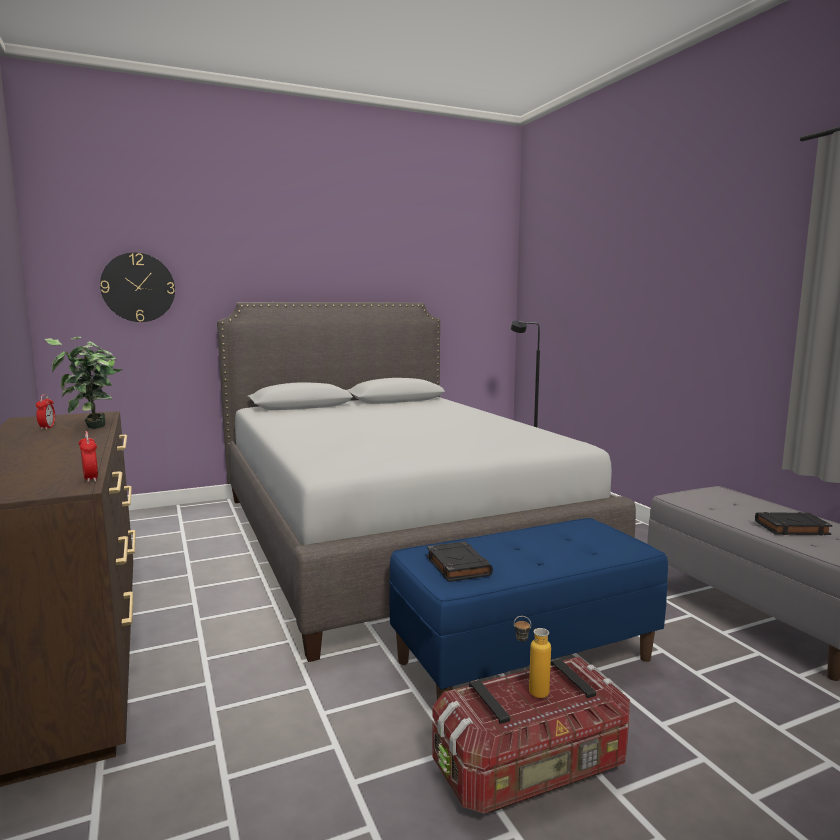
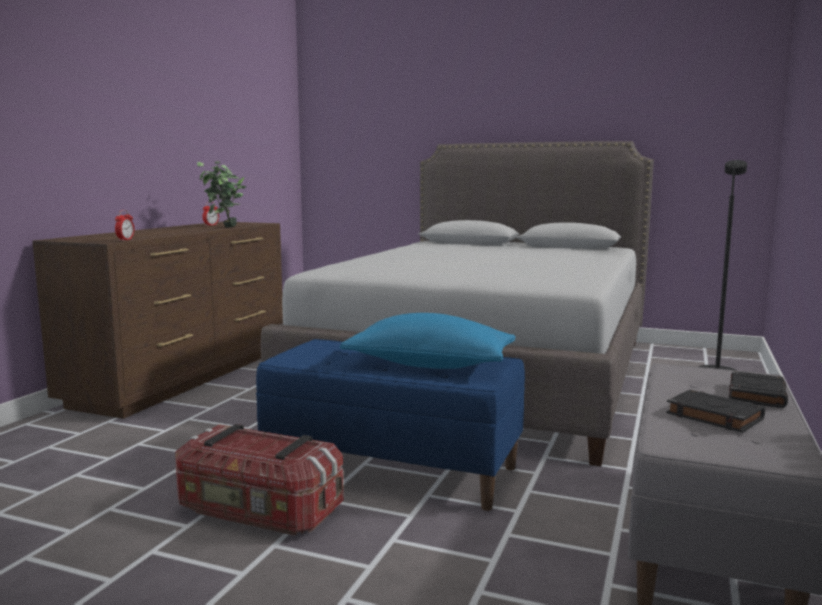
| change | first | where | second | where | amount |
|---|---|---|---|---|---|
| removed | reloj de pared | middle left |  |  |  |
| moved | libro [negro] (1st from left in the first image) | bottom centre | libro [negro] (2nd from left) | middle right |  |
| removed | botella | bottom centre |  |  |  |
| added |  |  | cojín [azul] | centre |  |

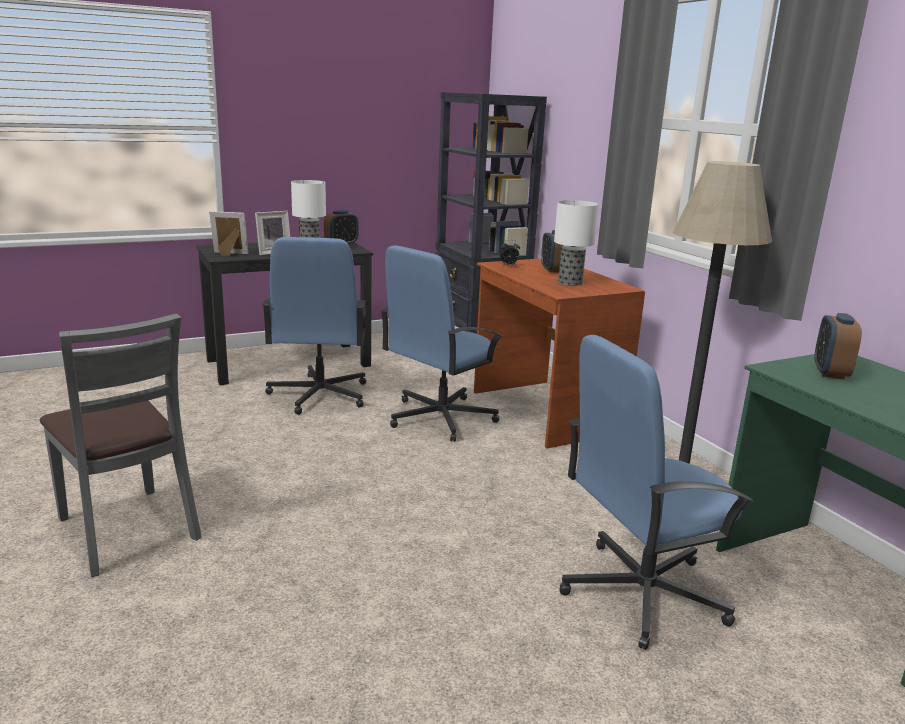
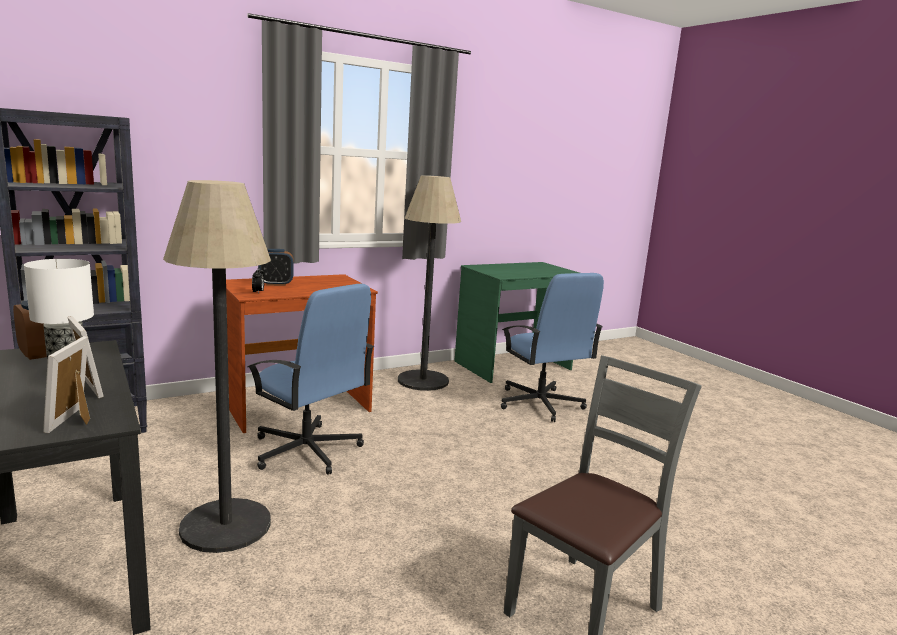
| change | first | where | second | where | amount |
|---|---|---|---|---|---|
| replaced | silla de oficina [azul] (1st from left) | centre | lámpara de pie (1st from left) | middle left |  |
| removed | lámpara de mesa (2nd from left) | centre |  |  |  |
| removed | despertador (4th from left) | middle right |  |  |  |

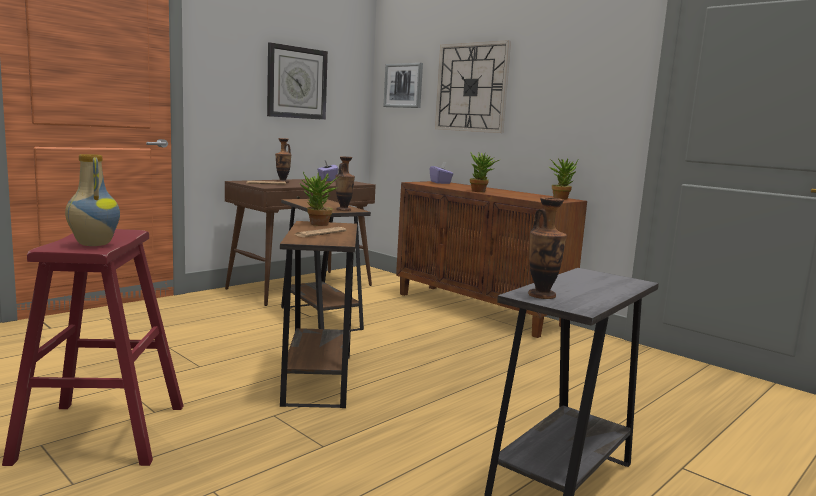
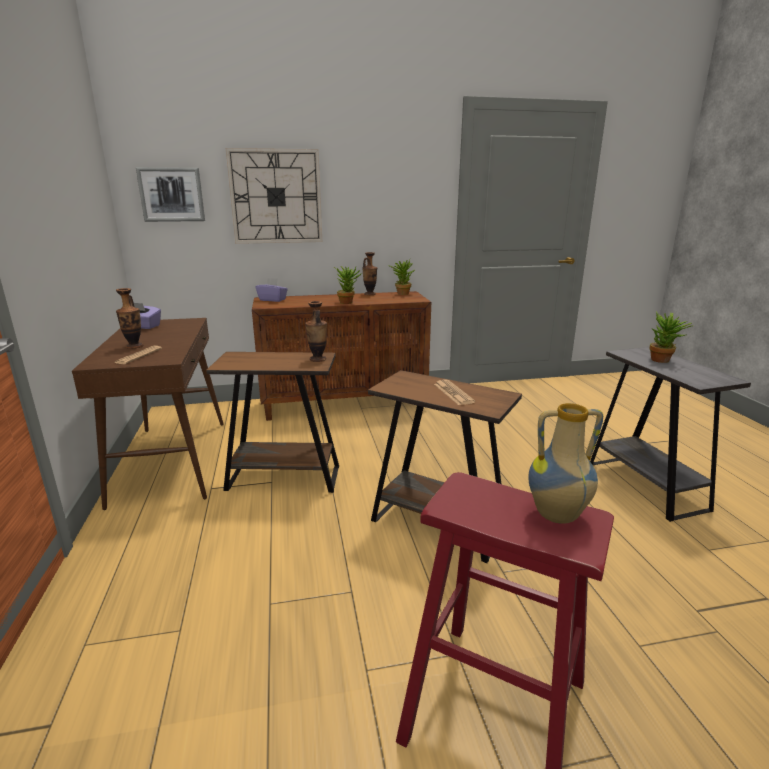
| change | first | where | second | where | amount |
|---|---|---|---|---|---|
| removed | reloj de pared (1st from left) | top centre |  |  |  |
| moved | planta en maceta (1st from left in the first image) | centre | planta en maceta (3rd from left) | middle right |  |
| moved | florero (4th from left in the first image) | middle right | florero (3rd from left) | centre |  |

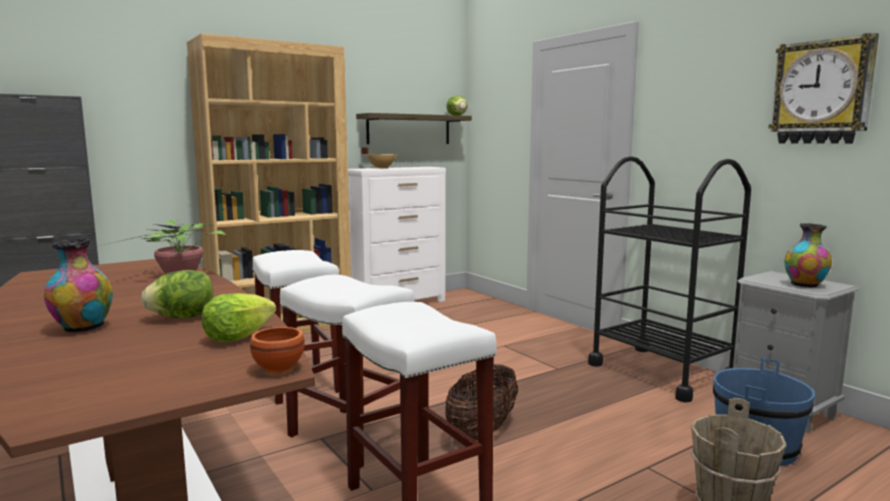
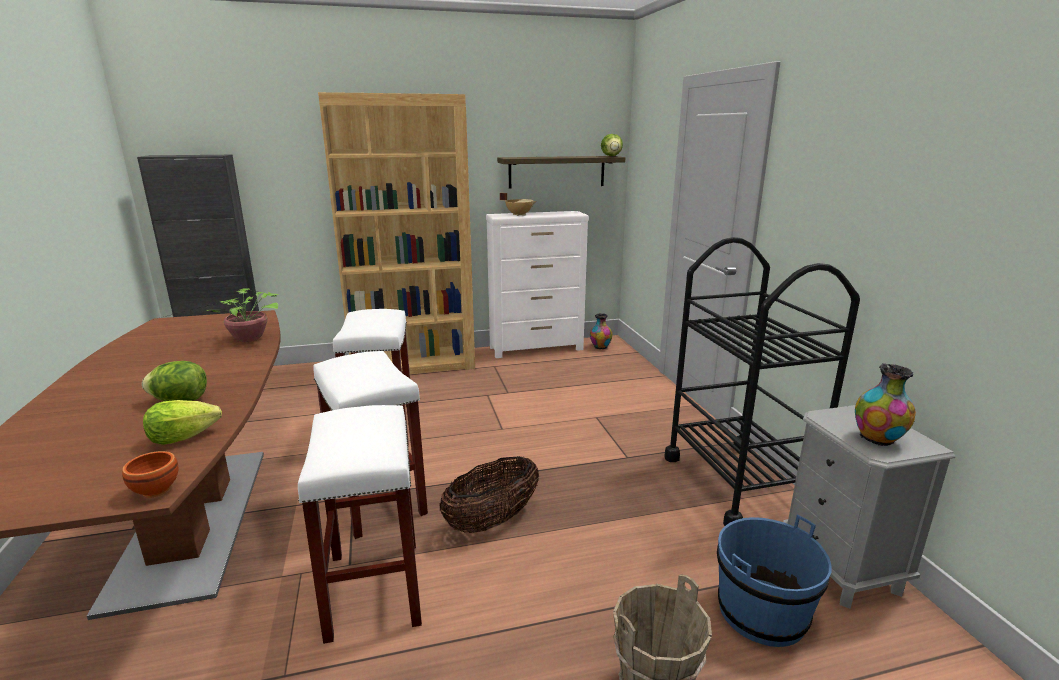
| change | first | where | second | where | amount |
|---|---|---|---|---|---|
| moved | florero (1st from left) | middle left |  | centre |  |
| removed | reloj de pared | top right |  |  |  |

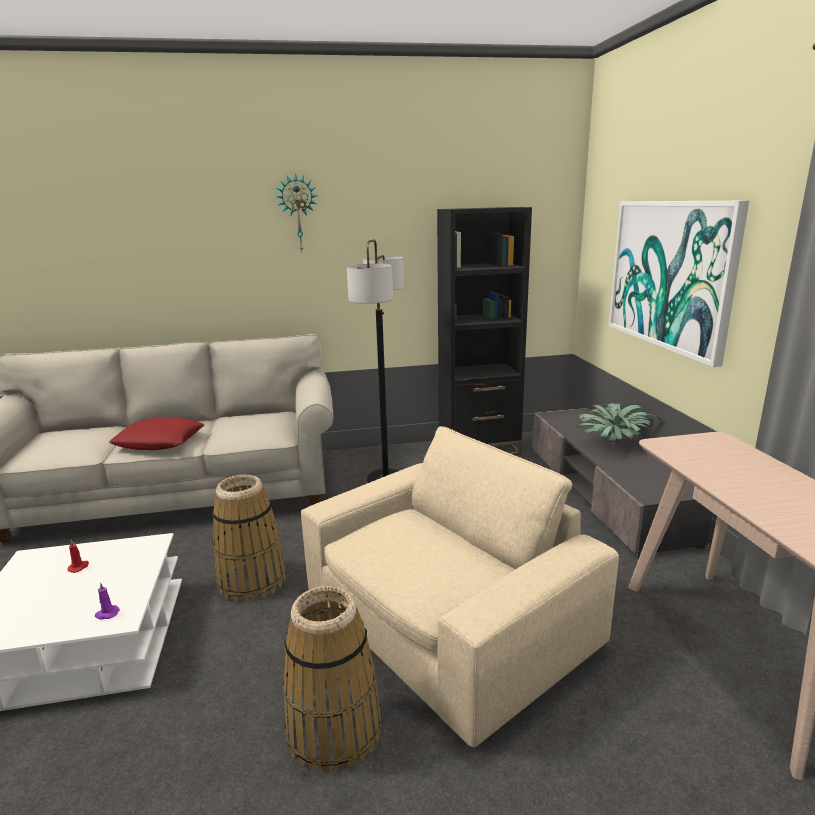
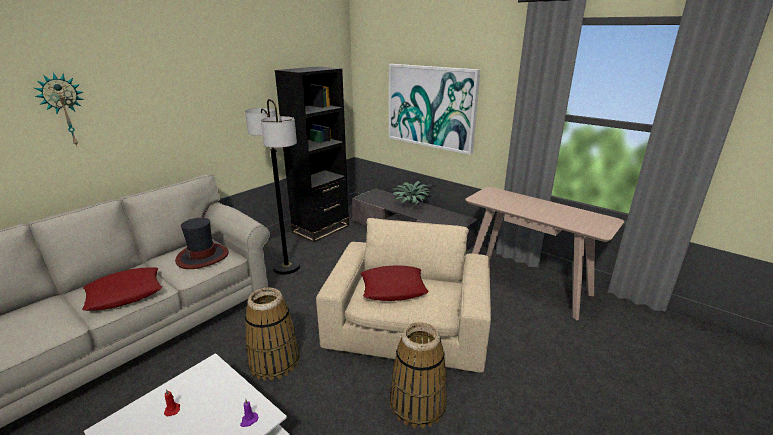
| change | first | where | second | where | amount |
|---|---|---|---|---|---|
| moved | reloj de pared | top centre |  | top left |  |
| added |  |  | sombrero | middle left |  |
| added |  |  | cojín [rojo] (2nd from left) | centre |  |

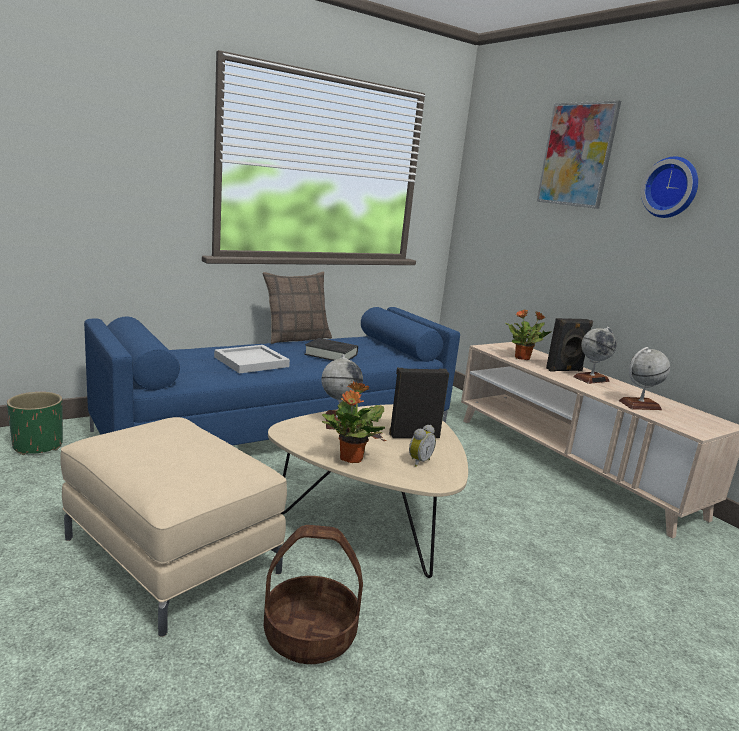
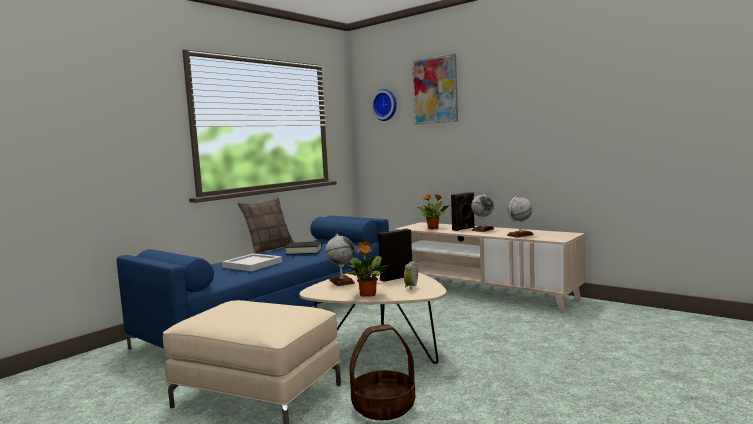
| change | first | where | second | where | amount |
|---|---|---|---|---|---|
| removed | maceta [verde] | middle left |  |  |  |
| moved | reloj de pared | top right |  | top centre |  |

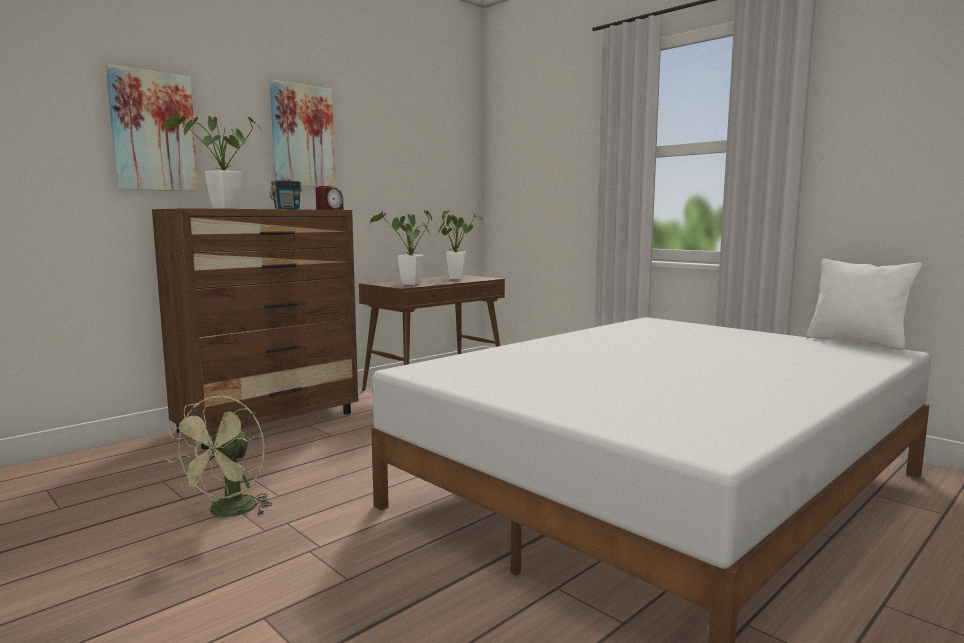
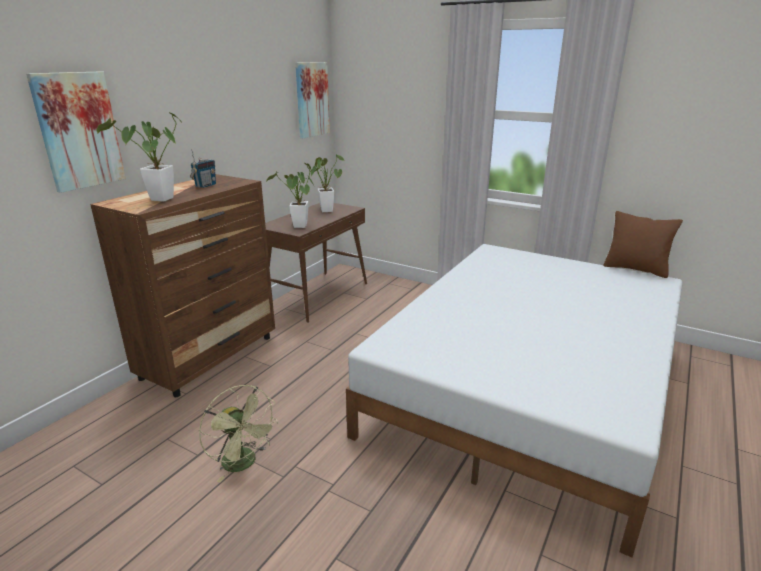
| change | first | where | second | where | amount |
|---|---|---|---|---|---|
| turned | ventilador [verde] | bottom left |  | bottom left | 45 degrees counterclockwise |
| moved | cuadro (2nd from left) | top left |  | top centre |  |
| removed | despertador | top centre |  |  |  |
| recoloured | cojín [blanco] | middle right | cojín [marrón] | middle right |  |

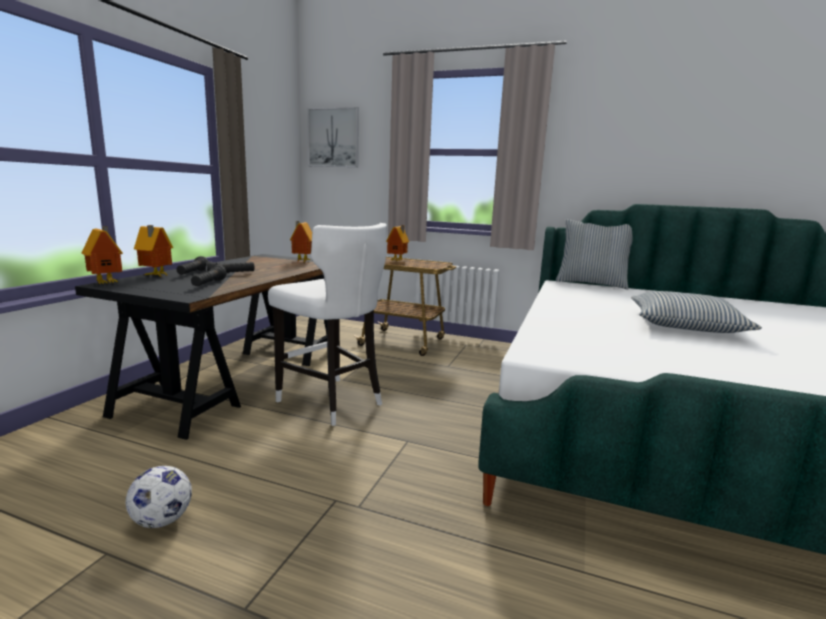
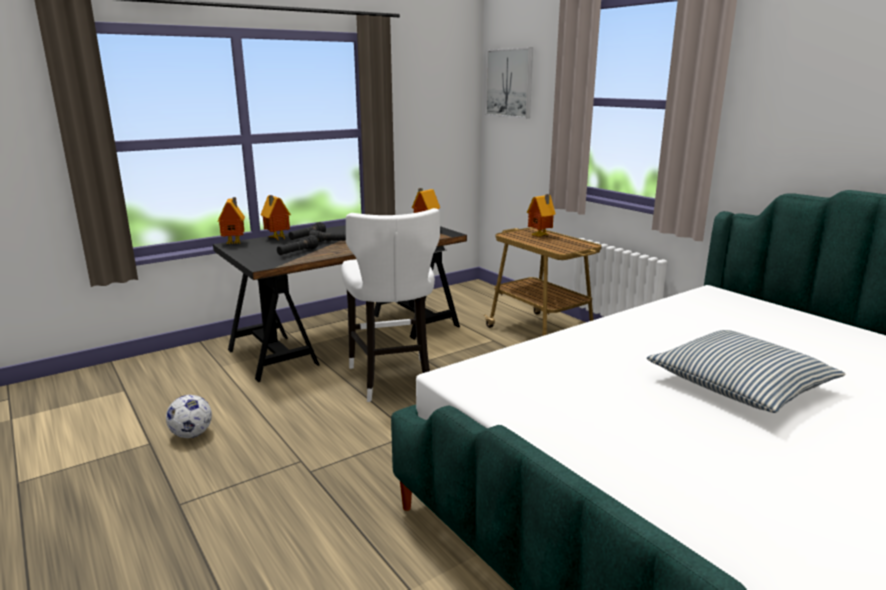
| change | first | where | second | where | amount |
|---|---|---|---|---|---|
| removed | cojín (1st from left) | middle right |  |  |  |

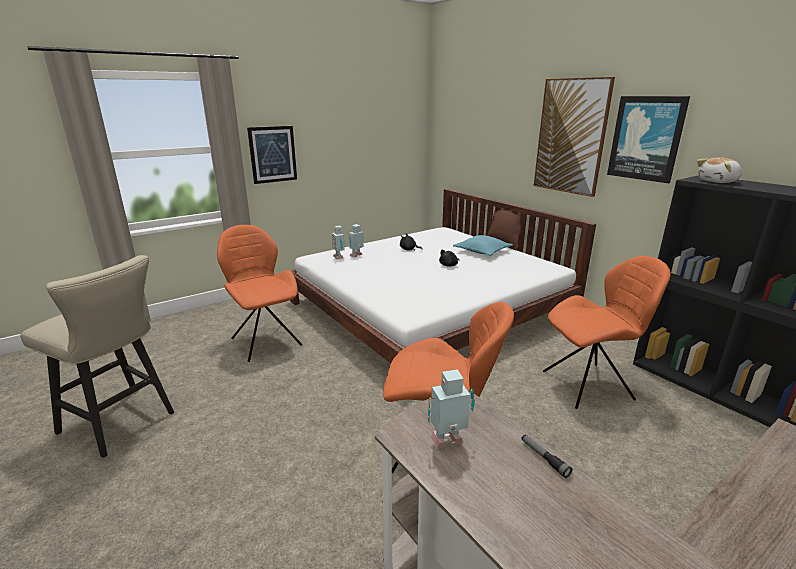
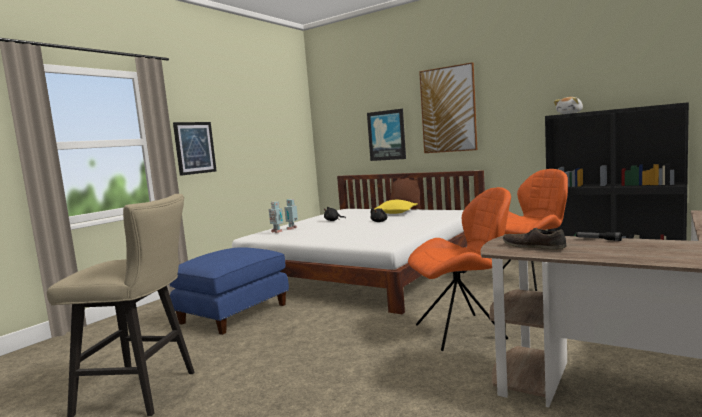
| change | first | where | second | where | amount |
|---|---|---|---|---|---|
| replaced | silla [naranja] (1st from left) | middle left | puf [azul] | bottom left |  |
| replaced | robot de juguete (3rd from left) | bottom centre | zapato [marrón] | middle right |  |
| recoloured | cojín [turquesa] | centre | cojín [amarillo] | centre |  |
| moved | cuadro (3rd from left in the first image) | top right | cuadro (2nd from left) | top centre |  |

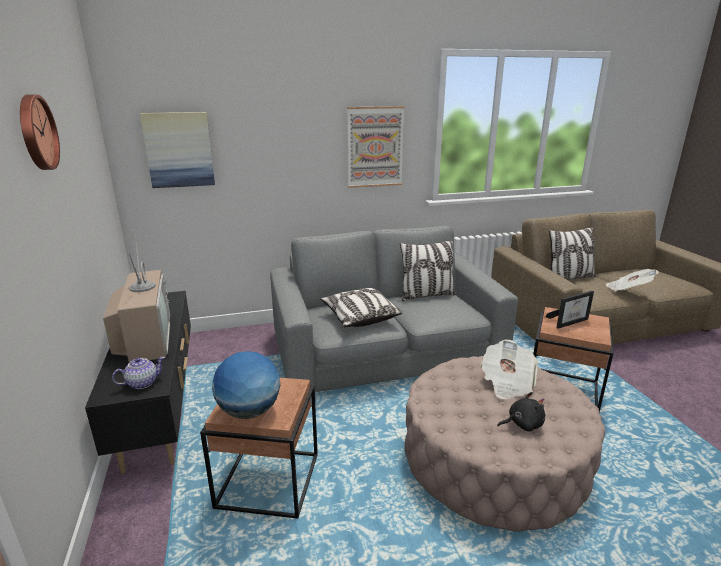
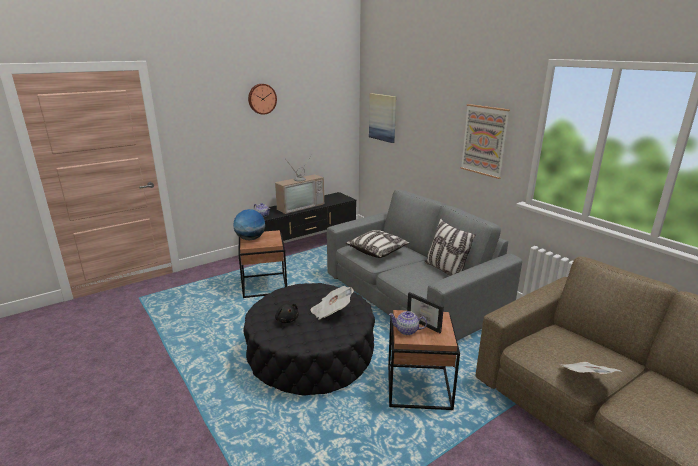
| change | first | where | second | where | amount |
|---|---|---|---|---|---|
| recoloured | puf [beis] | bottom right | puf [negro] | bottom centre |  |
| removed | cojín (3rd from left) | middle right |  |  |  |
| added |  |  | tetera (2nd from left) | bottom centre |  |

